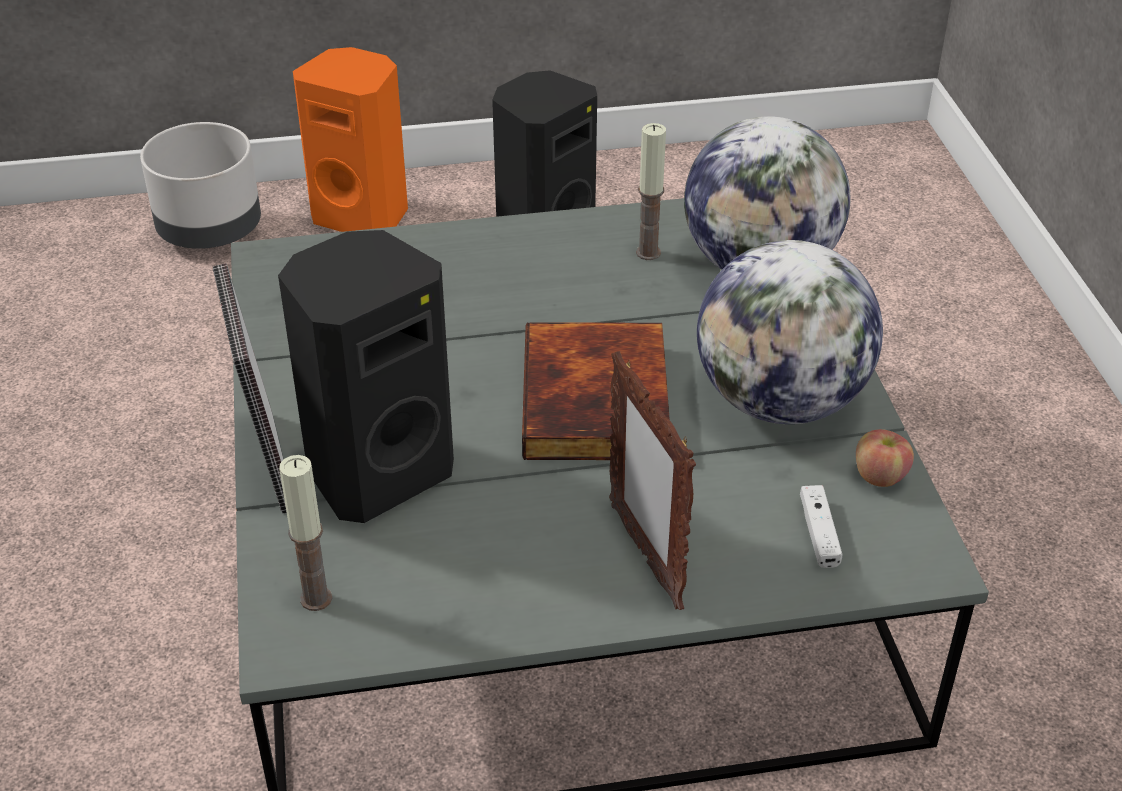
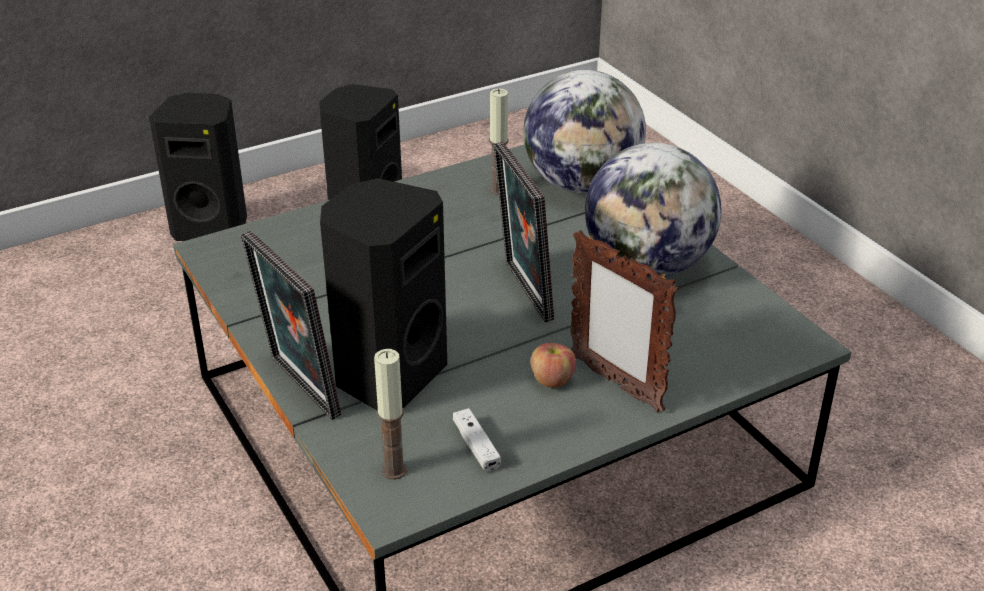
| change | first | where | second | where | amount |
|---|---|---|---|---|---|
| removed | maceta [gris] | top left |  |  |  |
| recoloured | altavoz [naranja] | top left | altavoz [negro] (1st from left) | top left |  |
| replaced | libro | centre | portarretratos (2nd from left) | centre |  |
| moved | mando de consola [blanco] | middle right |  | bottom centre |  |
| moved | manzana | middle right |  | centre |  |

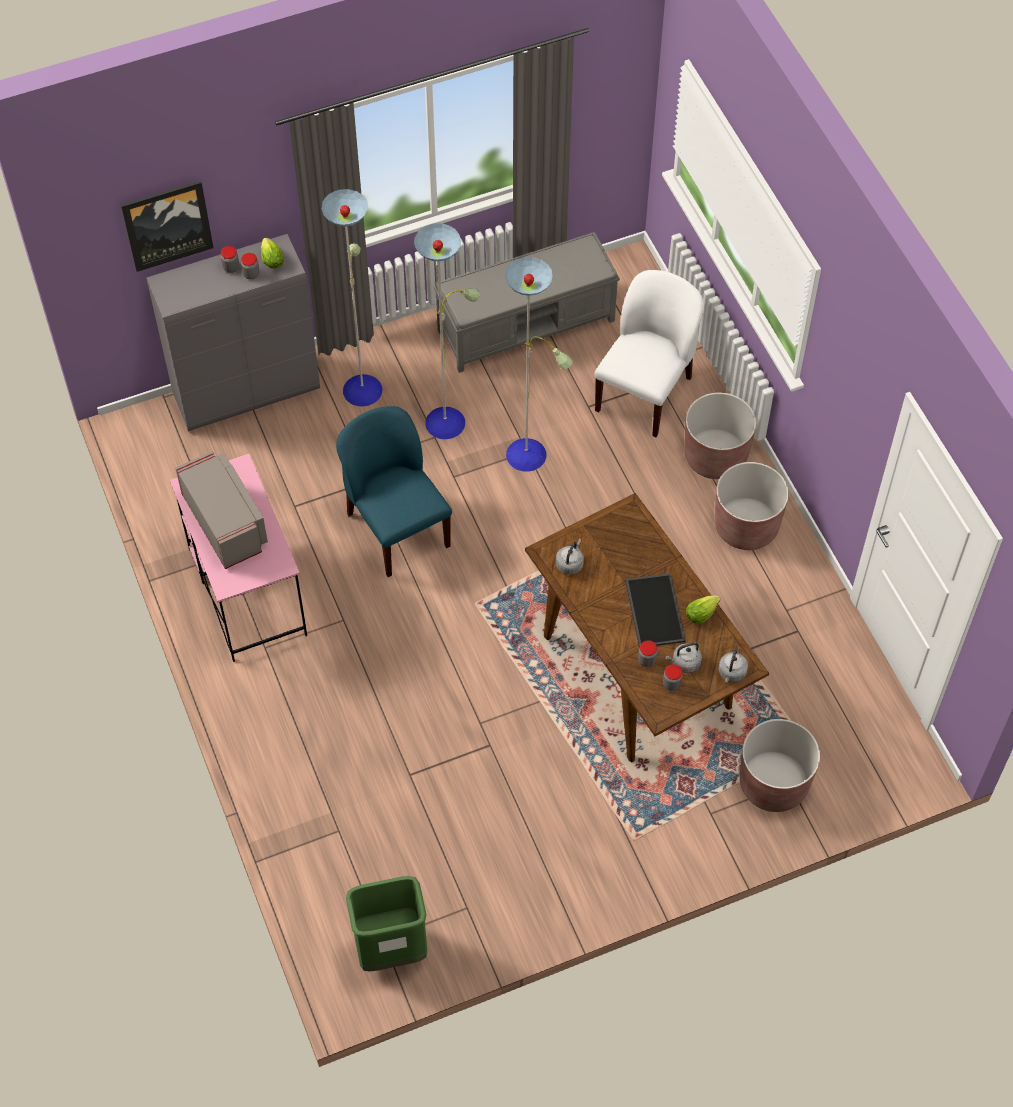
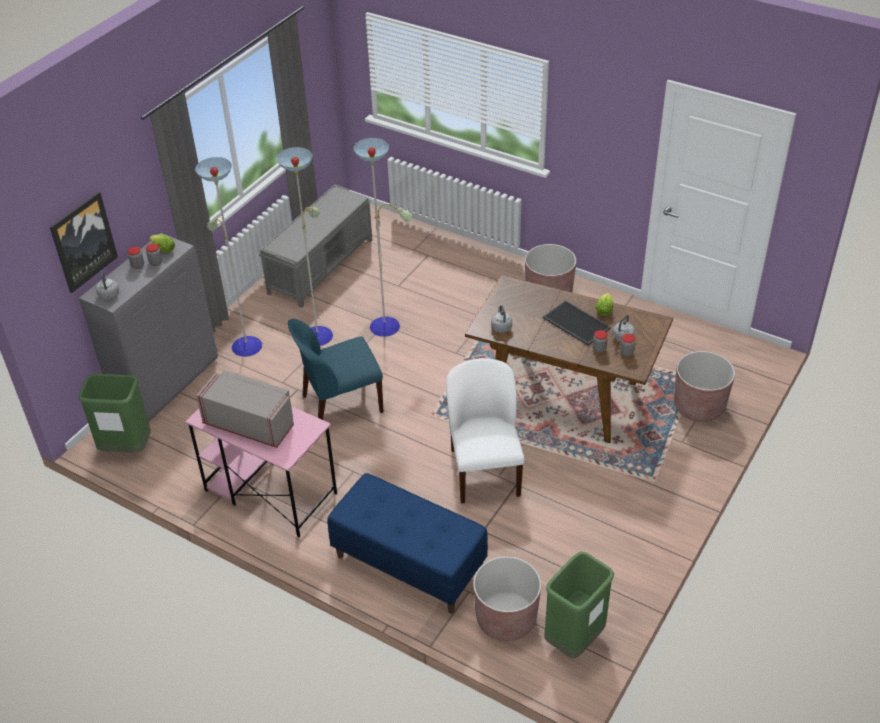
| change | first | where | second | where | amount |
|---|---|---|---|---|---|
| turned | silla [azul] | centre |  | centre | 45 degrees counterclockwise |
| moved | silla [blanco] | top centre |  | centre |  |
| moved | maceta [marrón] (1st from left) | middle right |  | bottom centre |  |
| moved | hervidor [gris] (3rd from left in the first image) | middle right | hervidor [gris] (1st from left) | middle left |  |
| added |  |  | papelera [verde] (1st from left) | middle left |  |
| added |  |  | banco [azul] | bottom centre |  |

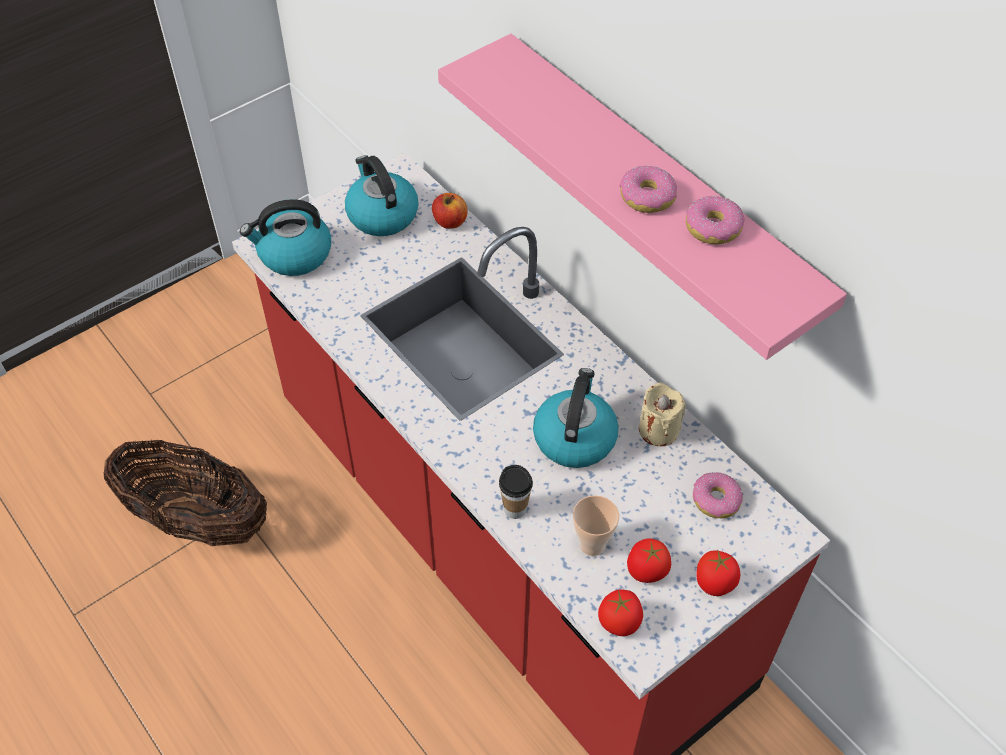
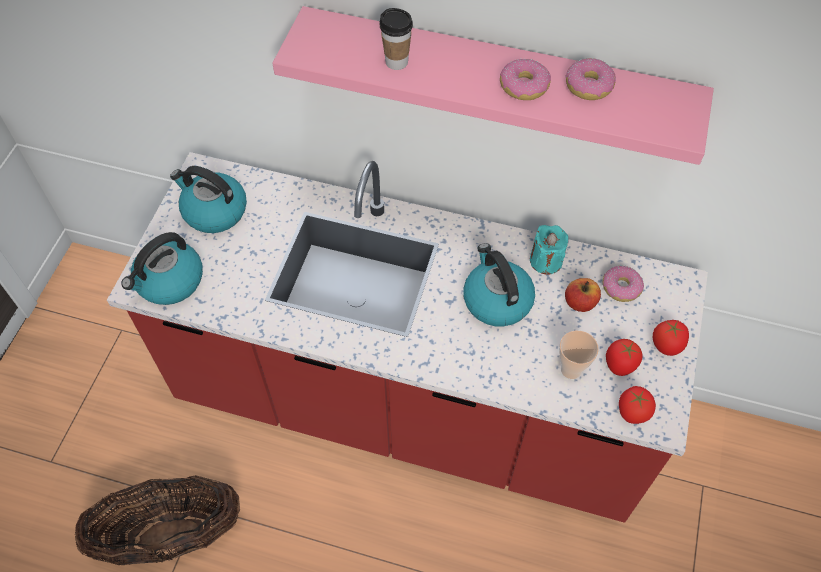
| change | first | where | second | where | amount |
|---|---|---|---|---|---|
| moved | manzana | top centre |  | middle right |  |
| moved | taza (1st from left) | centre |  | top centre |  |
| recoloured | vela [beis] | centre | vela [turquesa] | middle right |  |

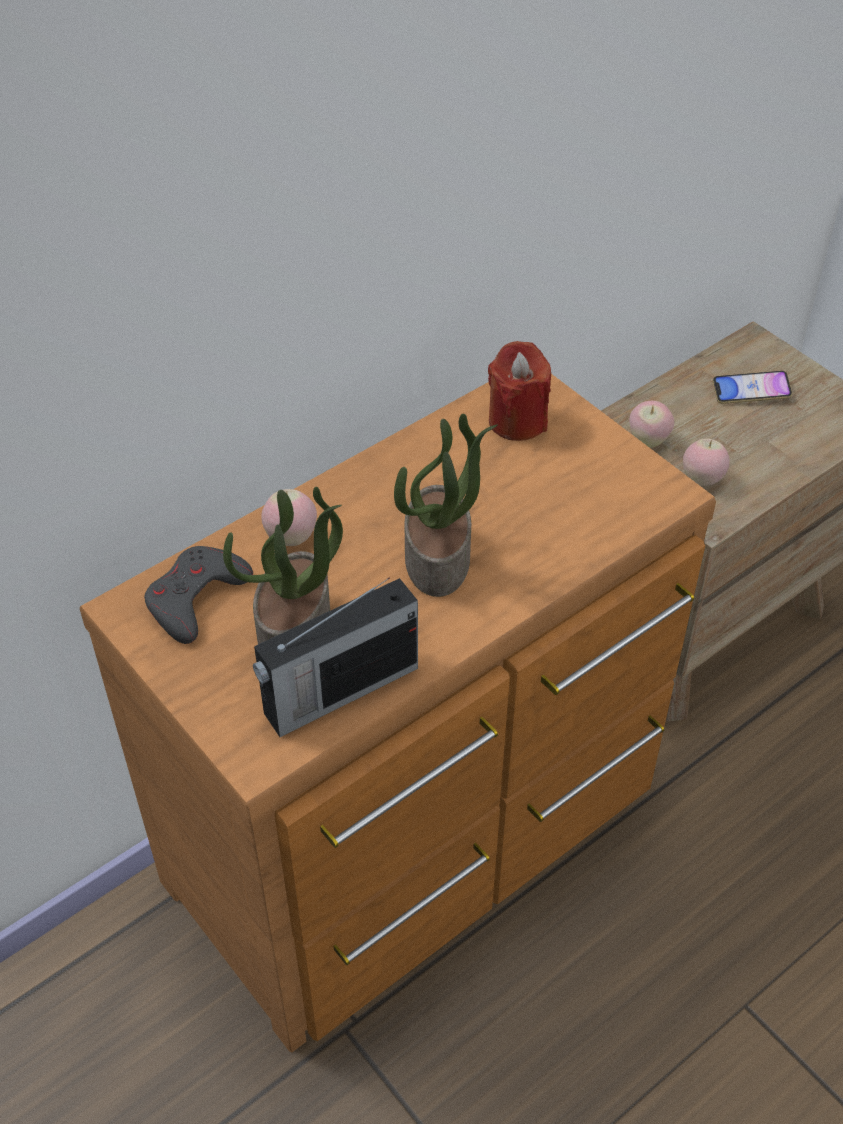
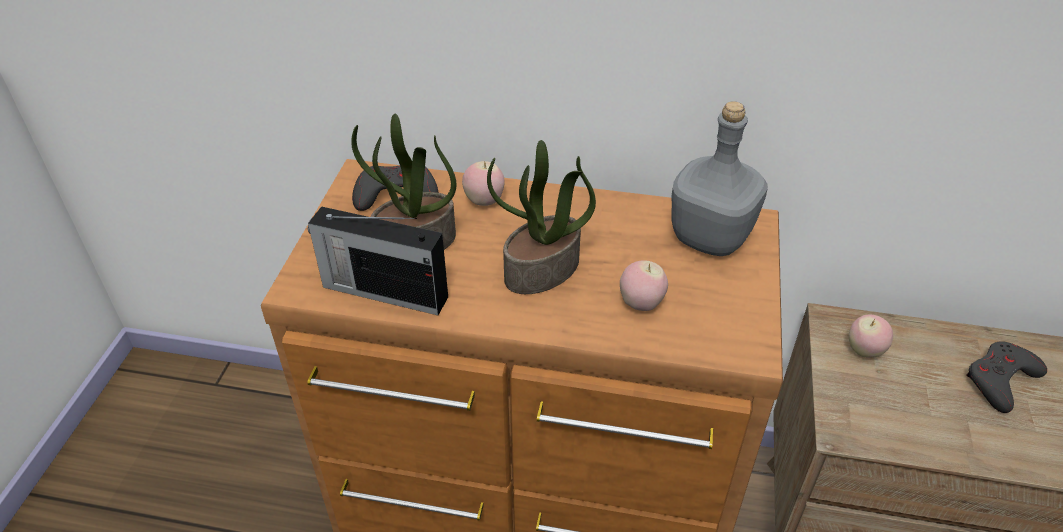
| change | first | where | second | where | amount |
|---|---|---|---|---|---|
| replaced | vela [rojo] | centre | botella [gris] | middle right |  |
| moved | manzana (3rd from left in the first image) | middle right | manzana (2nd from left) | centre |  |
| replaced | móvil | middle right | mando de consola [gris] (2nd from left) | bottom right |  |

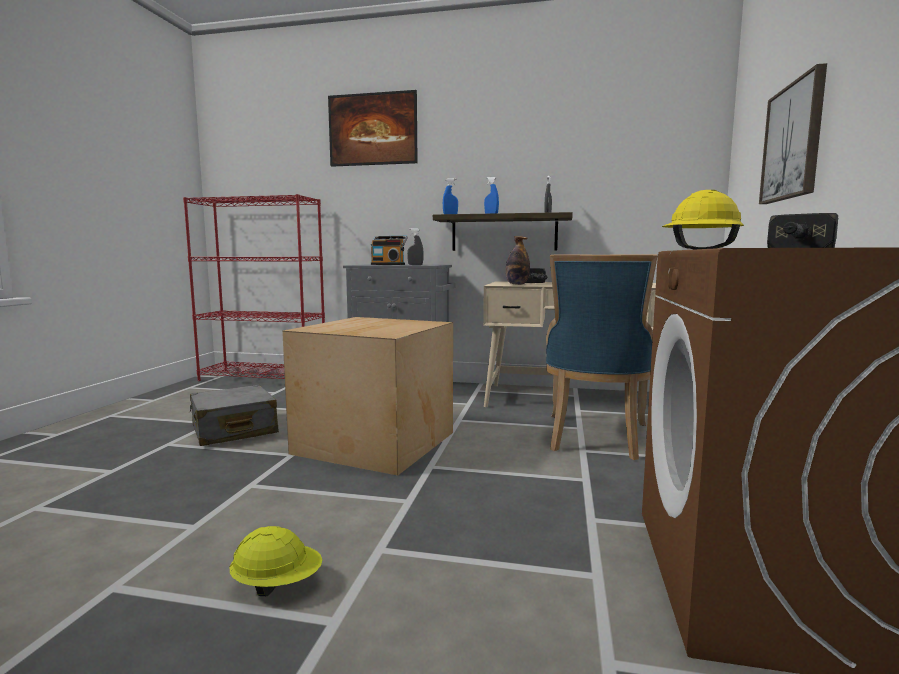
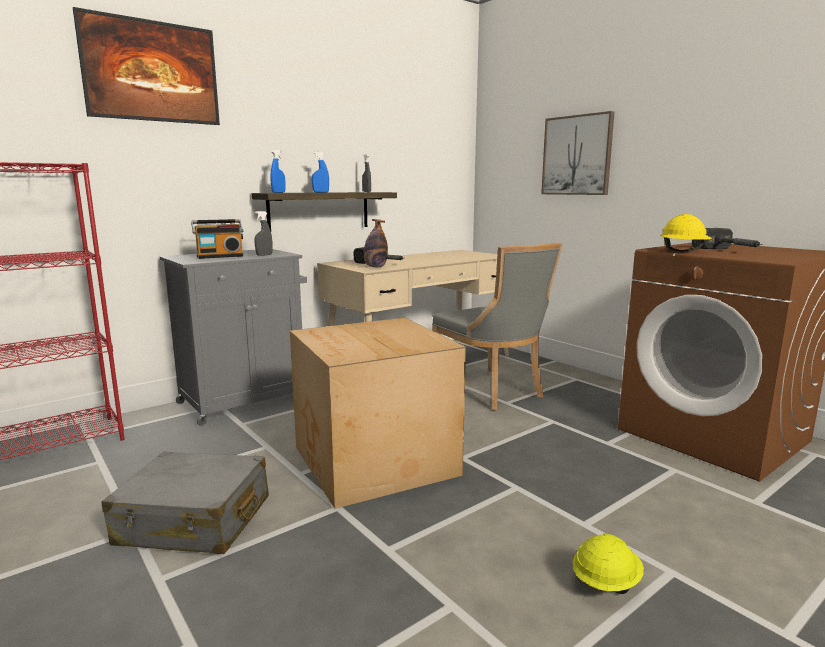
| change | first | where | second | where | amount |
|---|---|---|---|---|---|
| recoloured | silla [azul] | middle right | silla [gris] | centre |  |

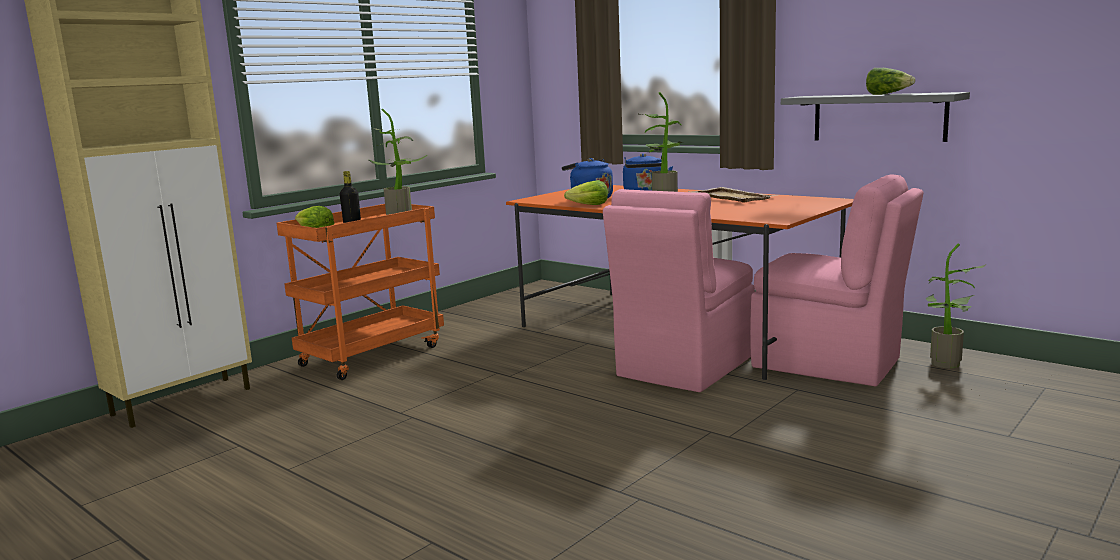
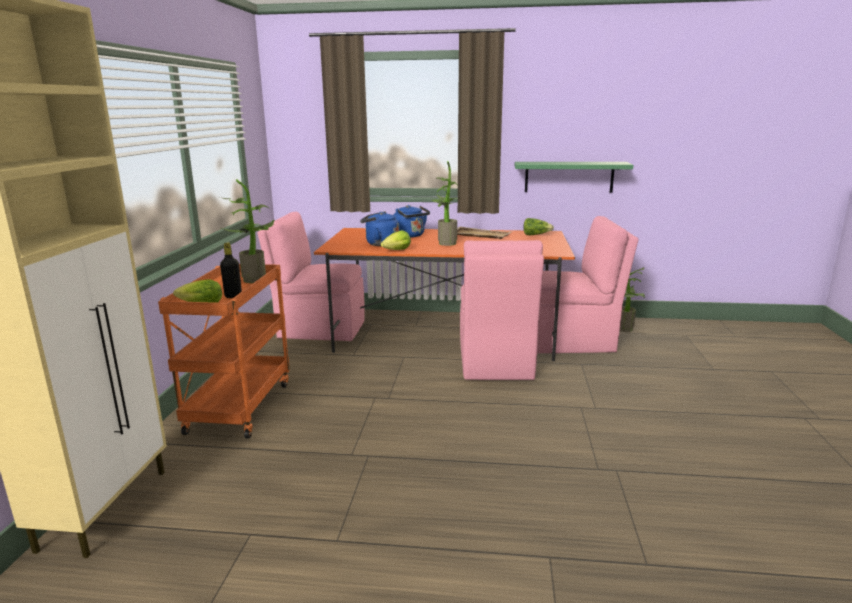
| change | first | where | second | where | amount |
|---|---|---|---|---|---|
| recoloured | estante [gris] | top right | estante [verde] | top right |  |
| moved | lechuga (3rd from left) | top right |  | centre |  |
| added |  |  | silla [rosa] (1st from left) | centre |  |

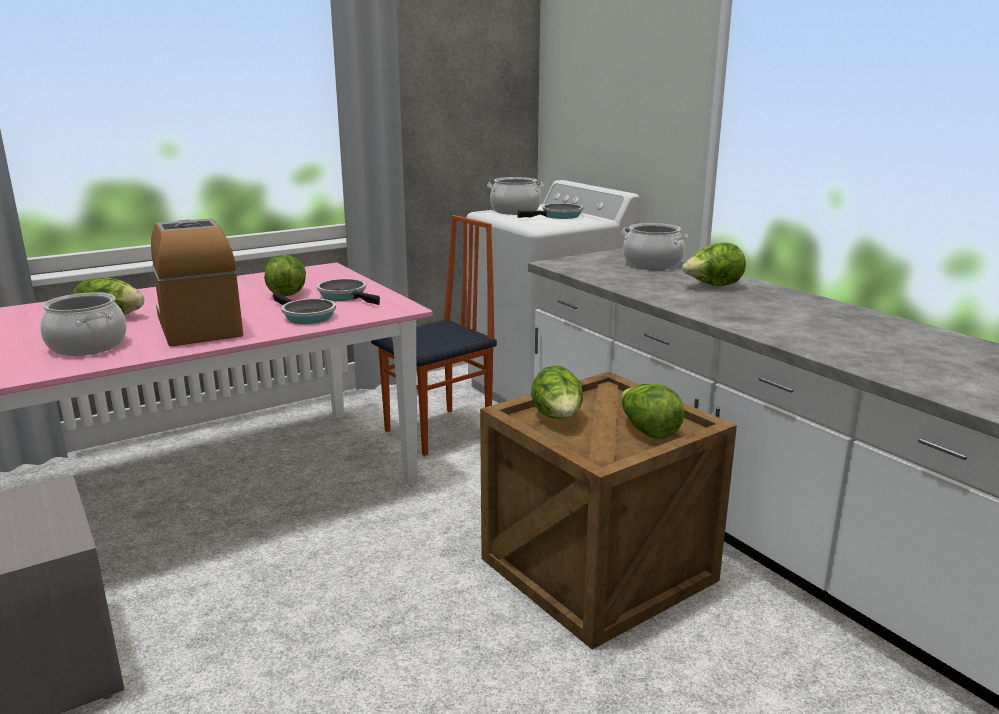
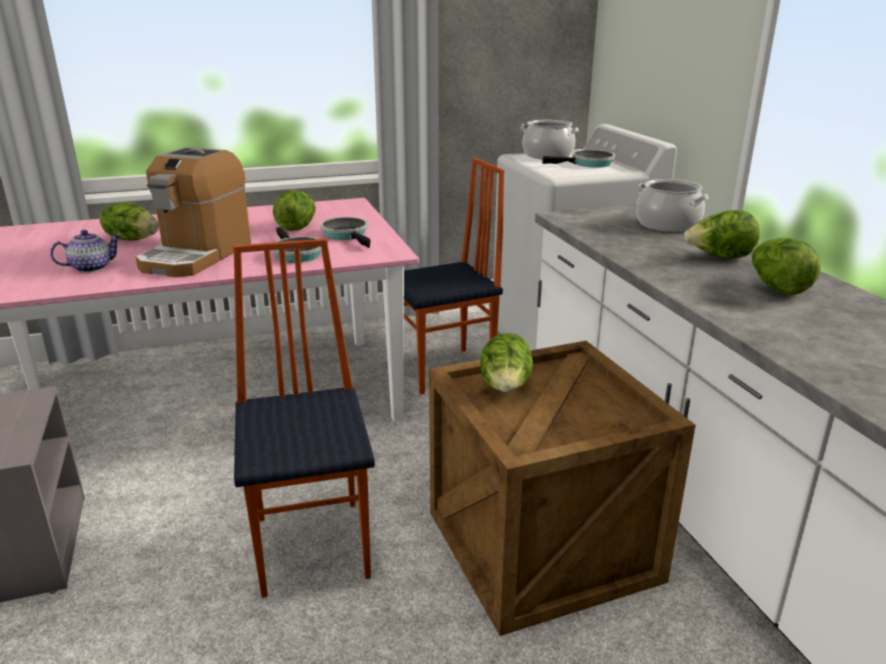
| change | first | where | second | where | amount |
|---|---|---|---|---|---|
| replaced | olla (1st from left) | middle left | tetera | middle left |  |
| turned | cafetera | middle left |  | top left | 150 degrees counterclockwise |
| moved | lechuga (4th from left in the first image) | centre | lechuga (5th from left) | middle right |  |
| added |  |  | silla (1st from left) | centre |  |

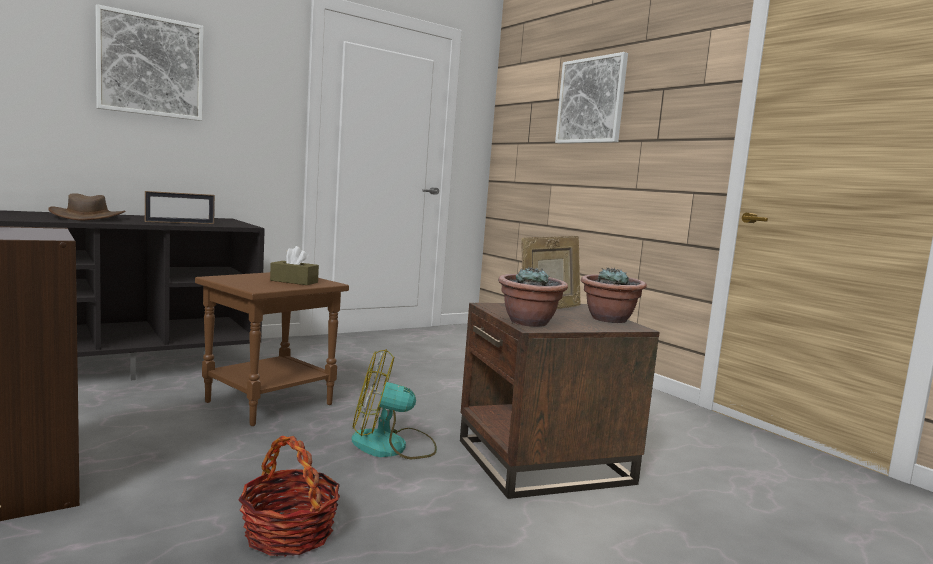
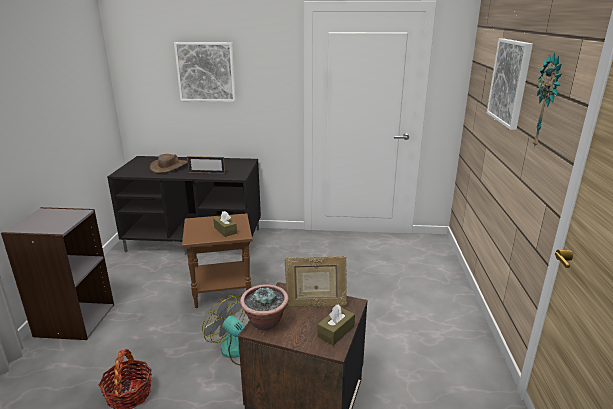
| change | first | where | second | where | amount |
|---|---|---|---|---|---|
| replaced | planta en maceta (2nd from left) | centre | caja de pañuelos [marrón] (2nd from left) | bottom centre |  |
| added |  |  | reloj de pared | top right |  |

